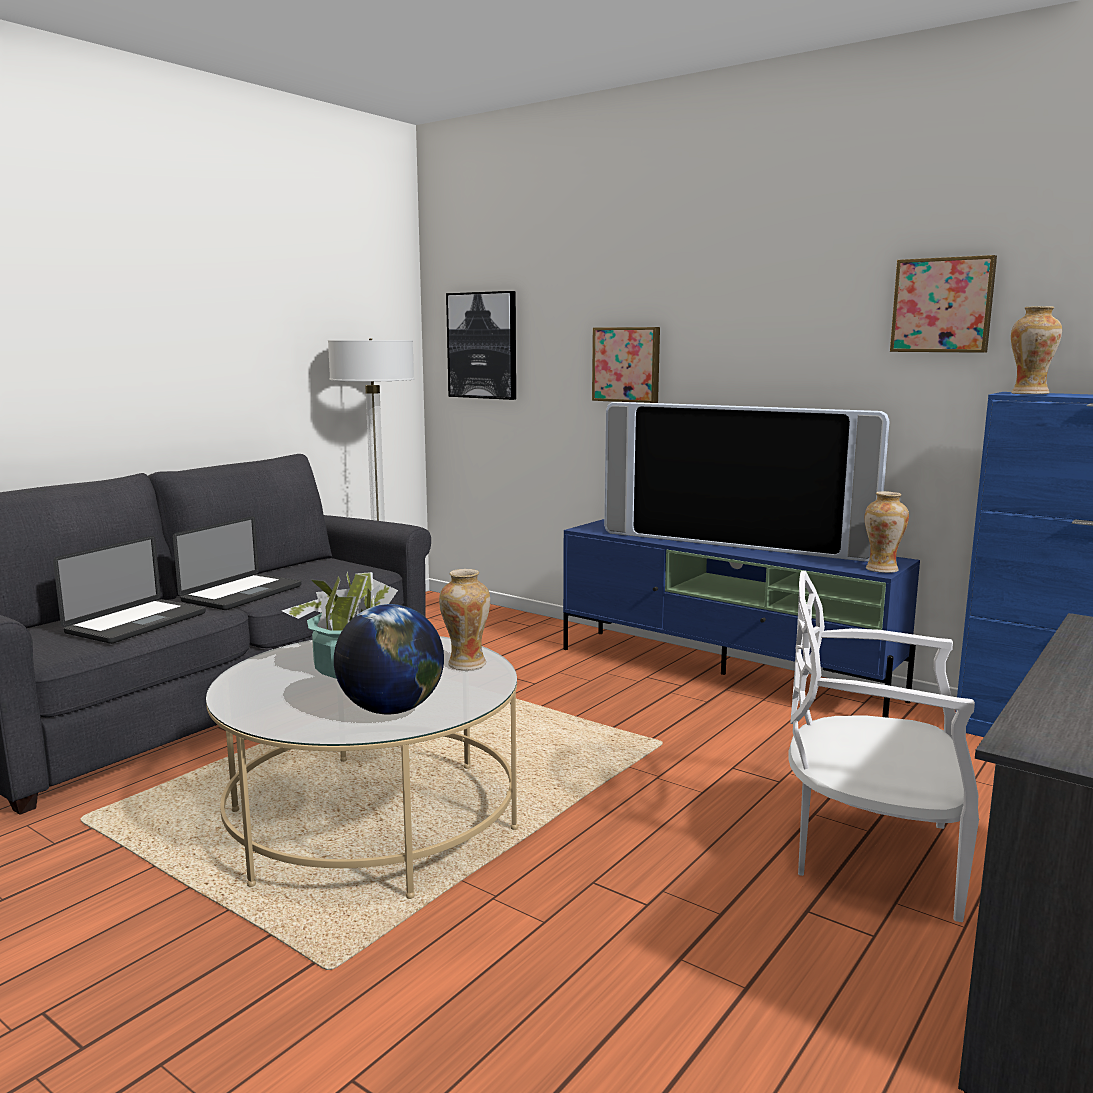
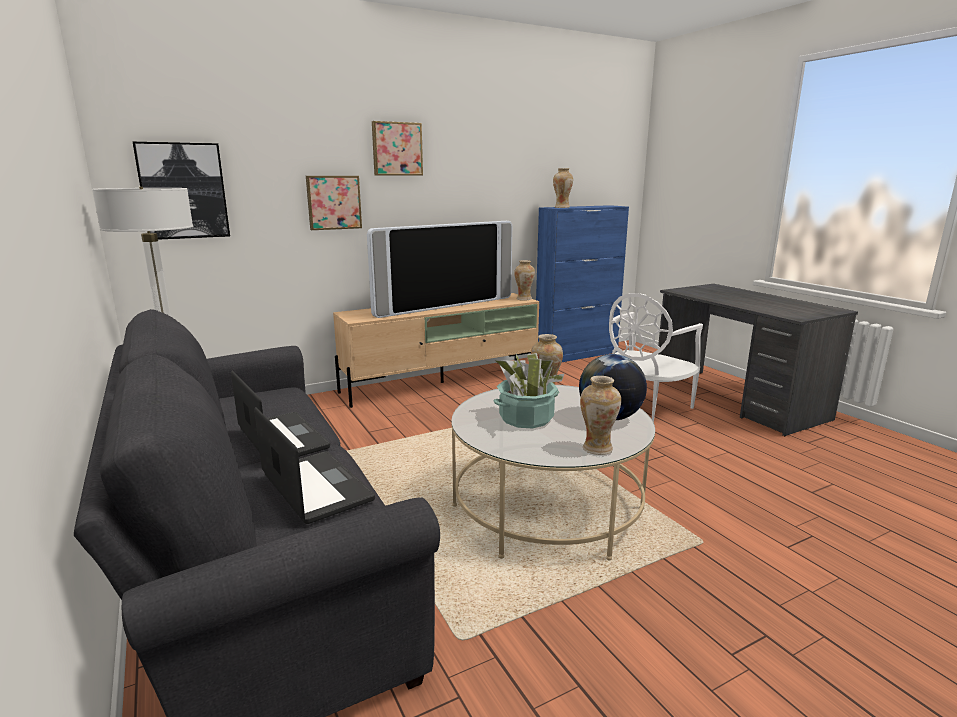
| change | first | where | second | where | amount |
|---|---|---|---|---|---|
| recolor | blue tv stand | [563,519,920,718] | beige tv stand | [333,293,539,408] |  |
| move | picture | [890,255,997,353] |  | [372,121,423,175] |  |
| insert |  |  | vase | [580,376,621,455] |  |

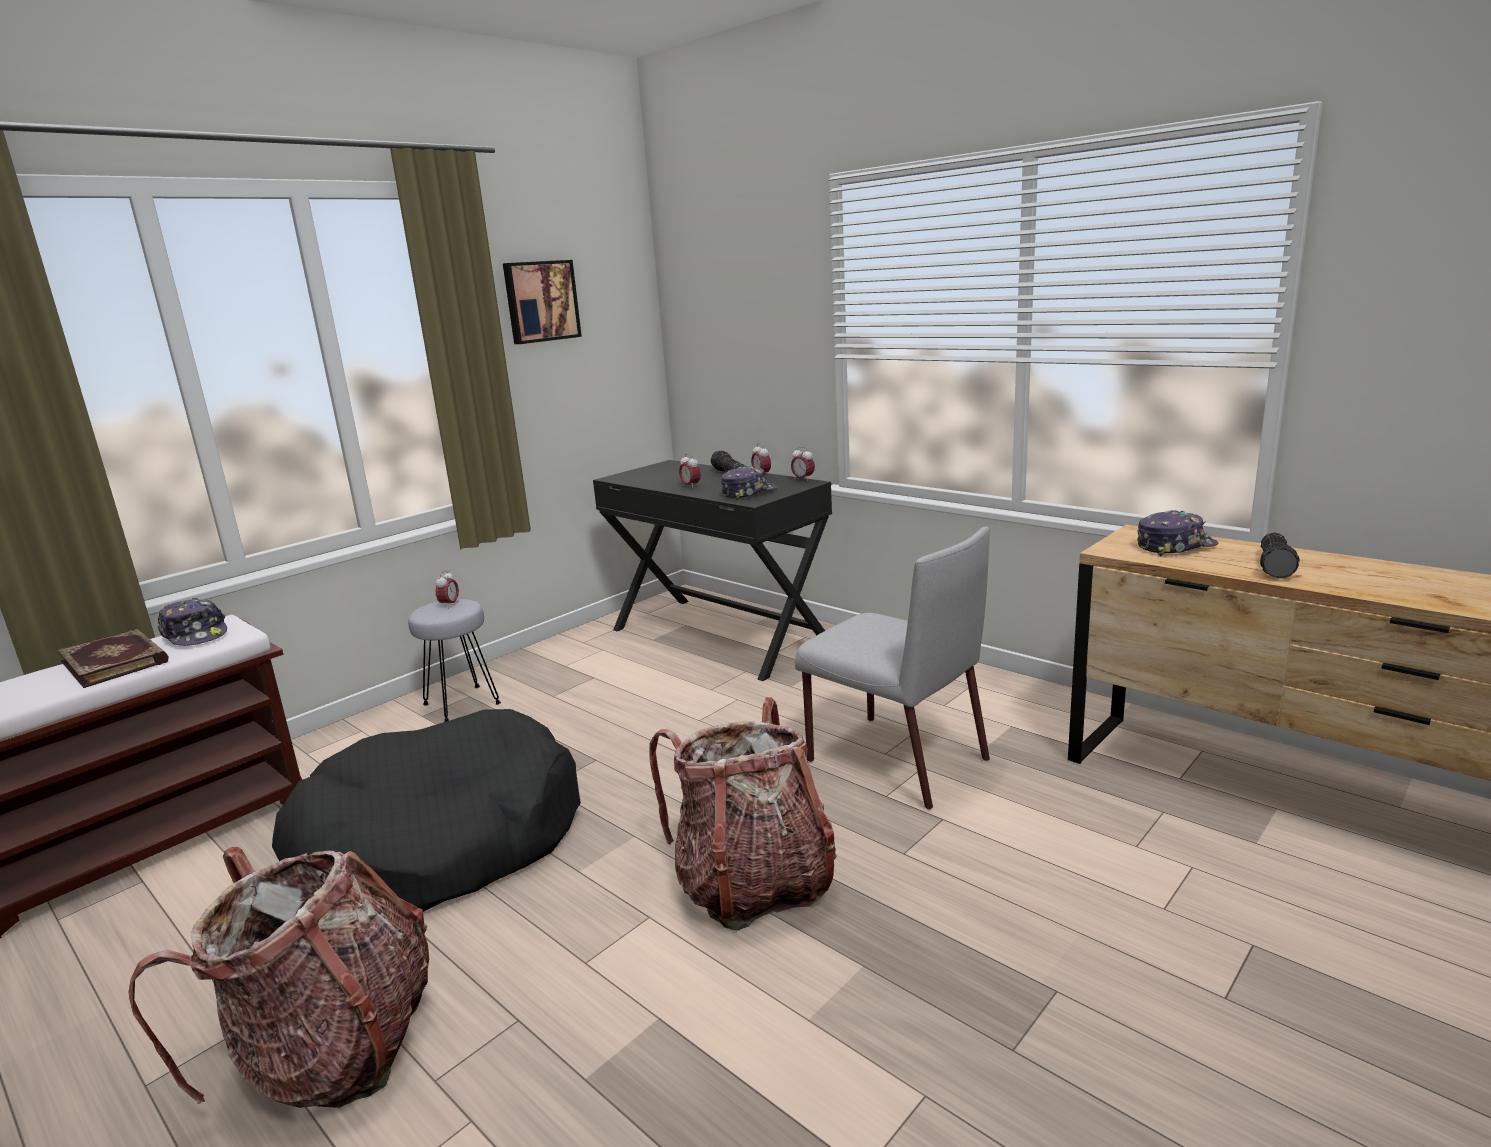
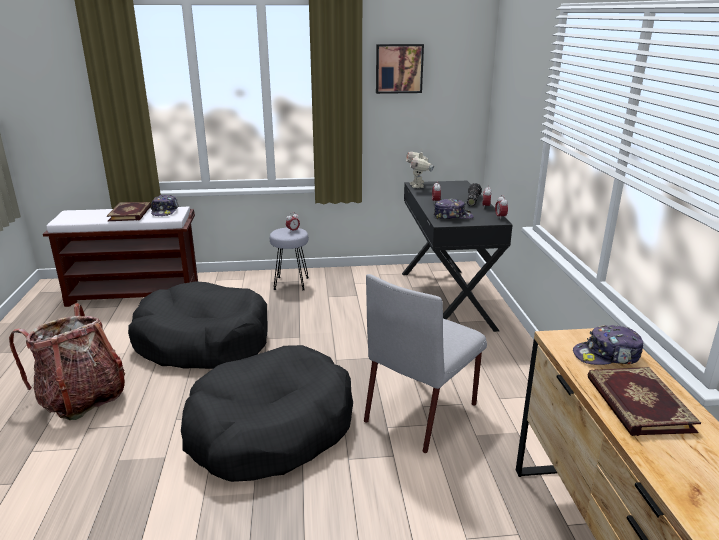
| change | first | where | second | where | amount |
|---|---|---|---|---|---|
| replace | backpack | [649,697,837,931] | black dog bed | [181,345,353,482] |  |
| rotate | grey chair | [795,527,990,810] |  | [364,274,487,453] | 45 degrees clockwise |
| insert |  |  | toy robot | [406,150,434,188] |  |
| rotate | cap | [1137,510,1218,556] |  | [573,325,643,365] | 150 degrees clockwise |
| replace | flashlight | [1260,533,1300,579] | book | [588,367,701,436] |  |

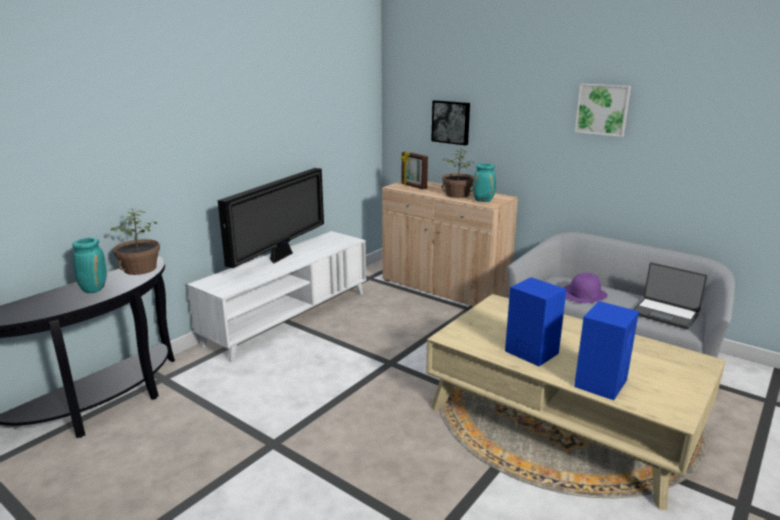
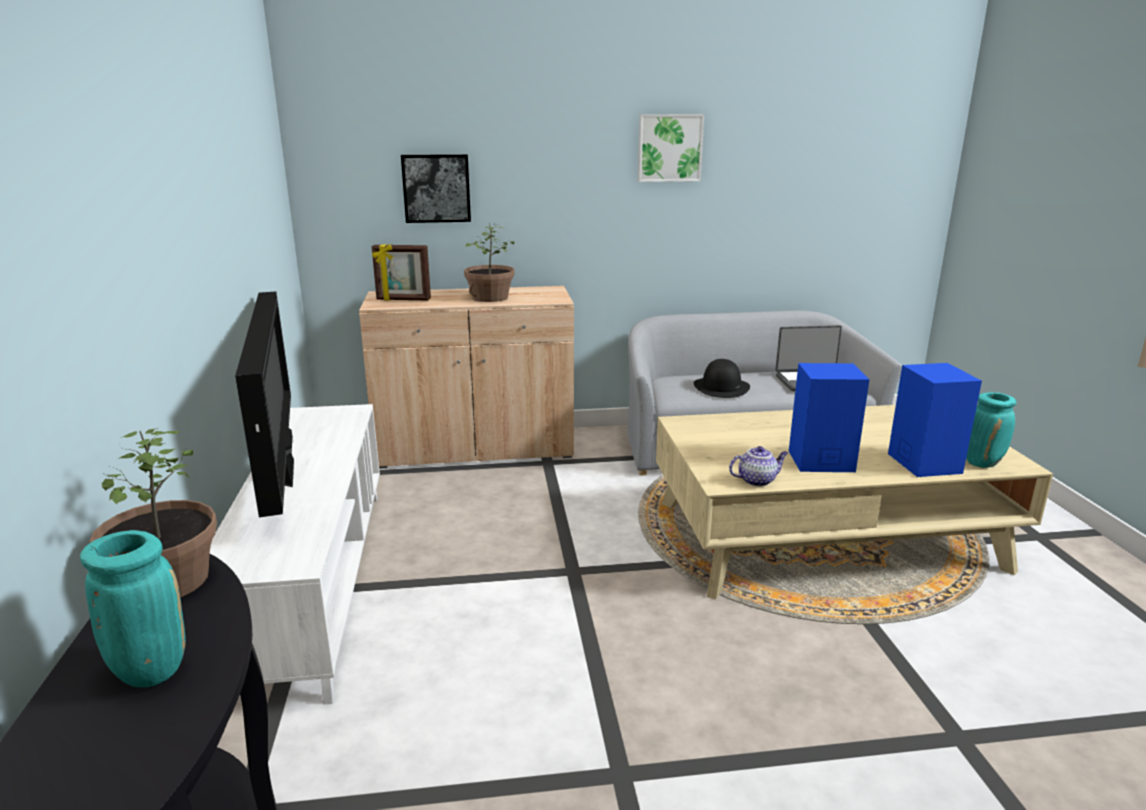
| change | first | where | second | where | amount |
|---|---|---|---|---|---|
| recolor | purple hat | [564,273,608,303] | black hat | [694,359,750,398] |  |
| insert |  |  | teapot | [729,446,788,487] |  |
| move | turquoise vase | [473,163,496,202] |  | [966,392,1016,468] |  |

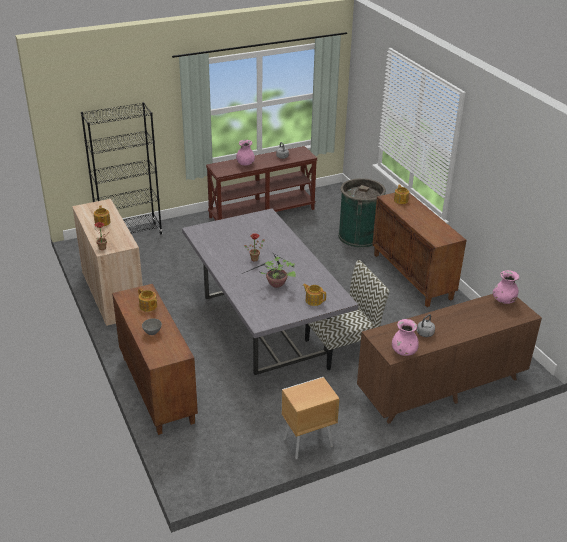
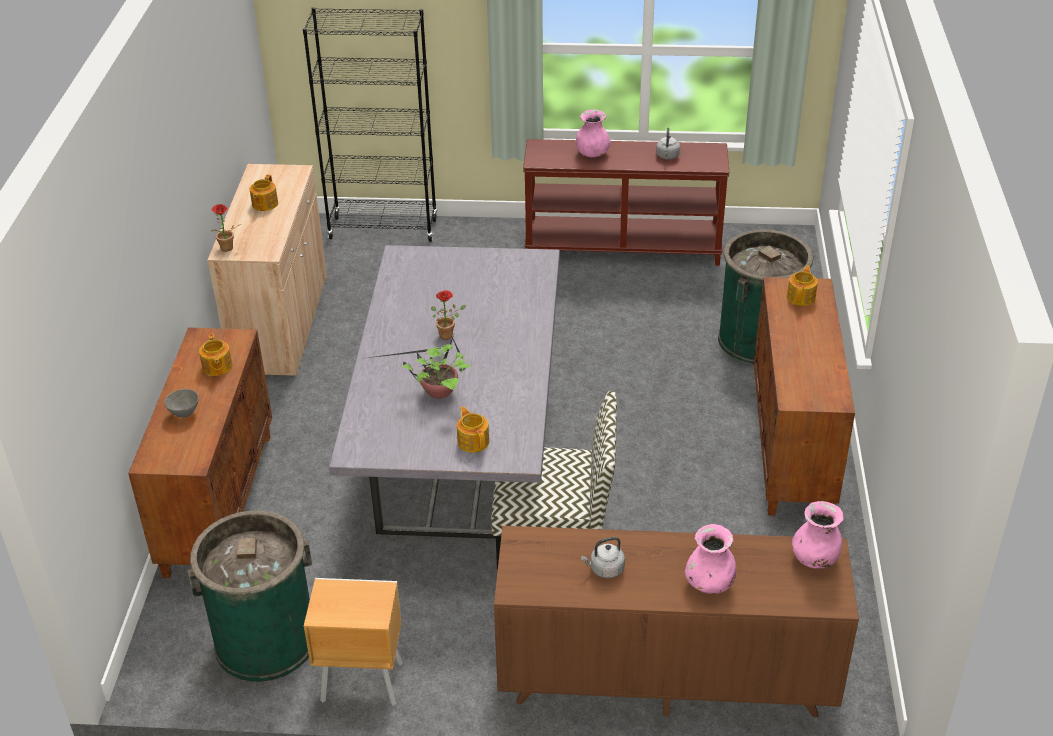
| change | first | where | second | where | amount |
|---|---|---|---|---|---|
| insert |  |  | green trash can | [187,510,312,682] |  |
| move | pink vase | [392,319,419,356] |  | [685,524,736,594] |  |

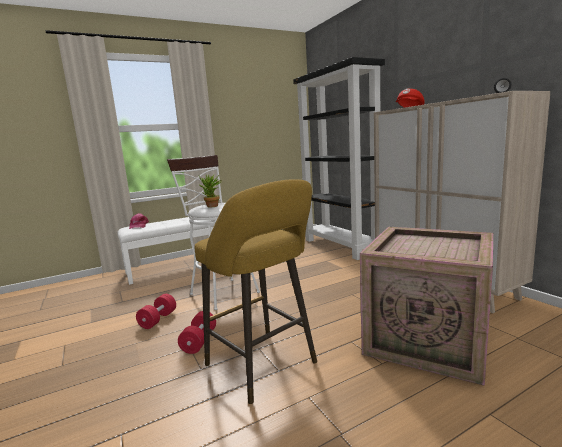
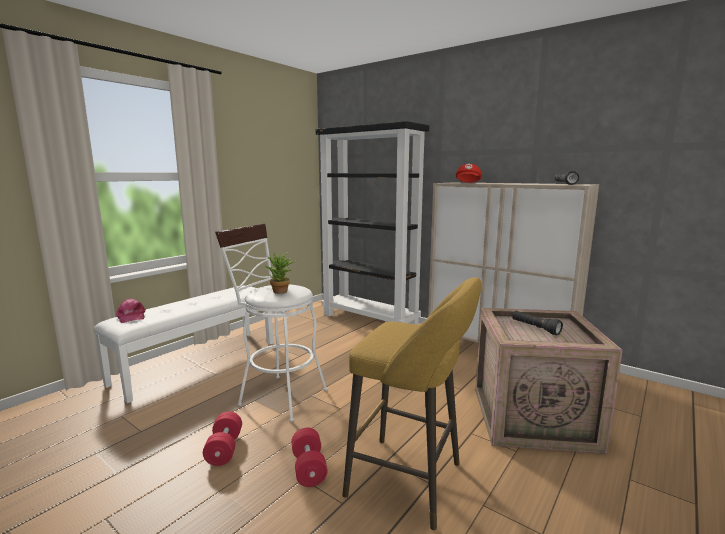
| change | first | where | second | where | amount |
|---|---|---|---|---|---|
| insert |  |  | black flashlight | [512,311,563,335] |  |

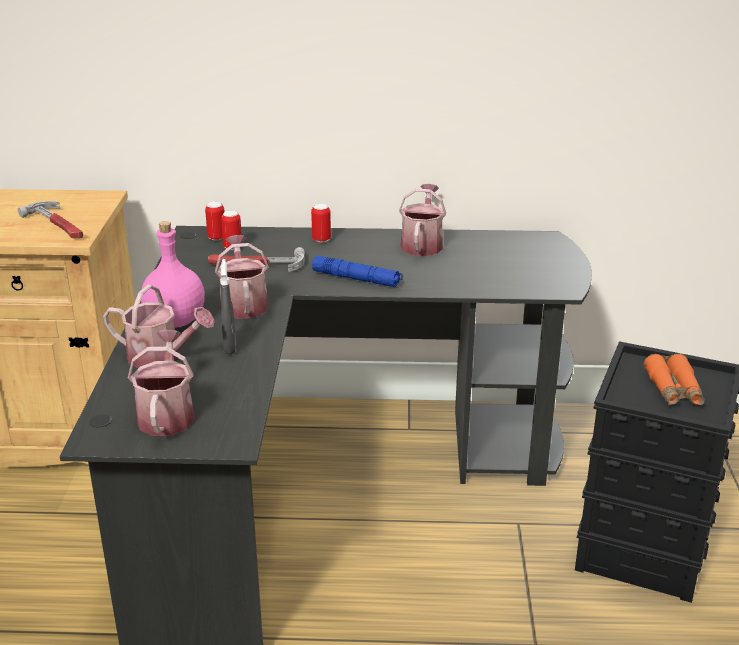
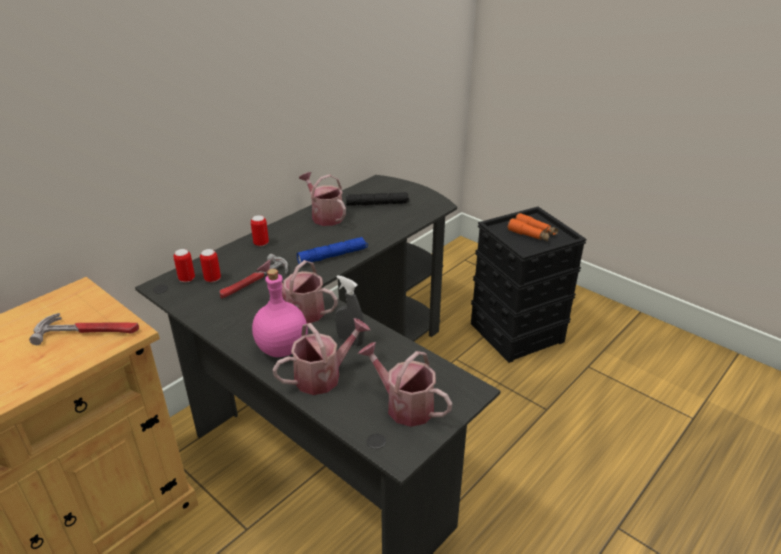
| change | first | where | second | where | amount |
|---|---|---|---|---|---|
| insert |  |  | black flashlight | [346,192,409,206] |  |

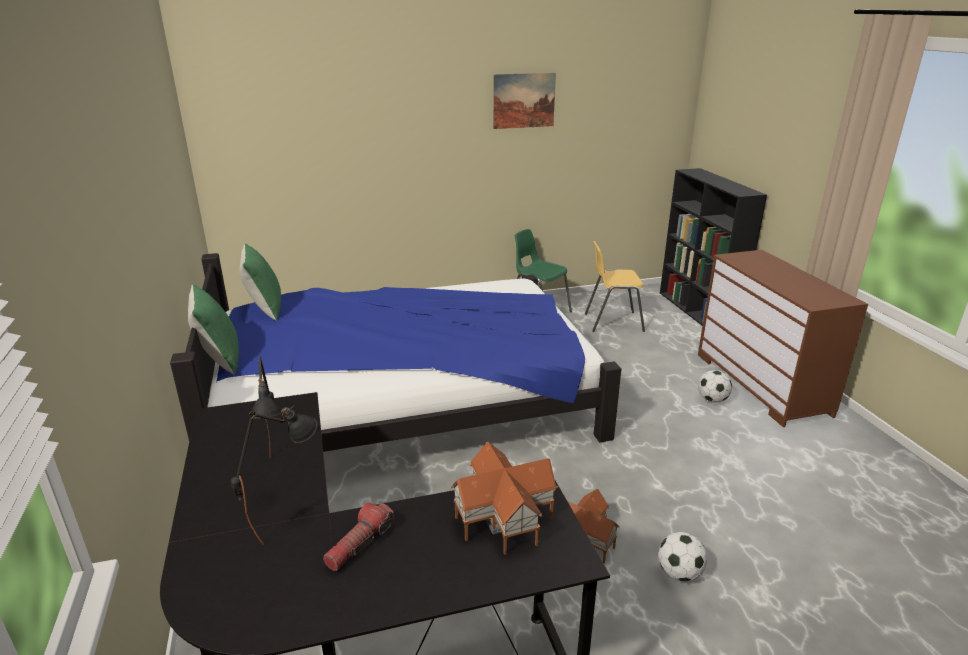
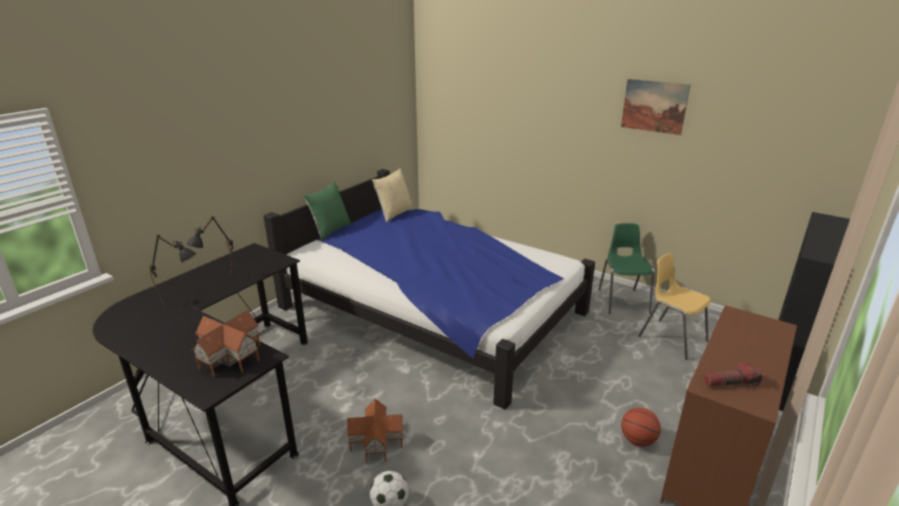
| change | first | where | second | where | amount |
|---|---|---|---|---|---|
| recolor | green pillow | [240,243,281,321] | beige pillow | [372,168,413,222] |  |
| replace | football | [698,370,732,403] | basketball | [621,407,661,447] |  |
| move | flashlight | [323,503,394,571] |  | [704,362,763,386] |  |

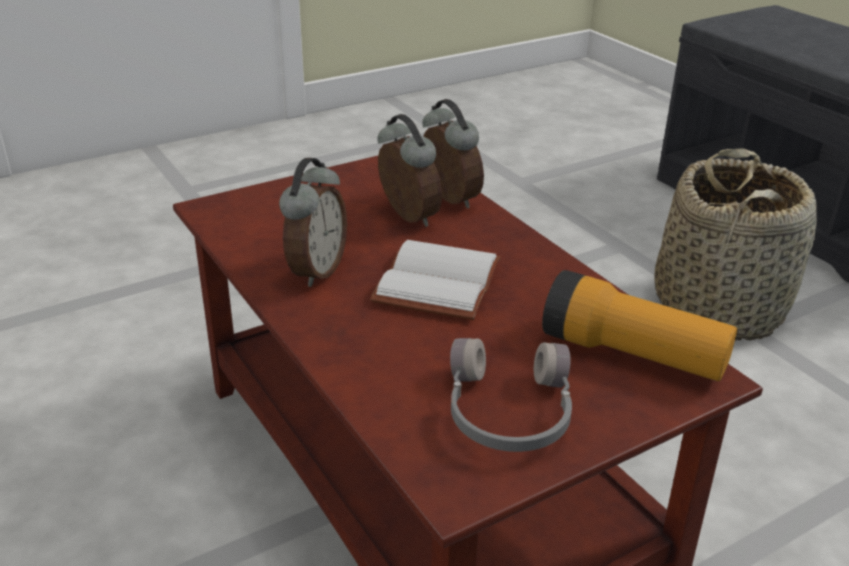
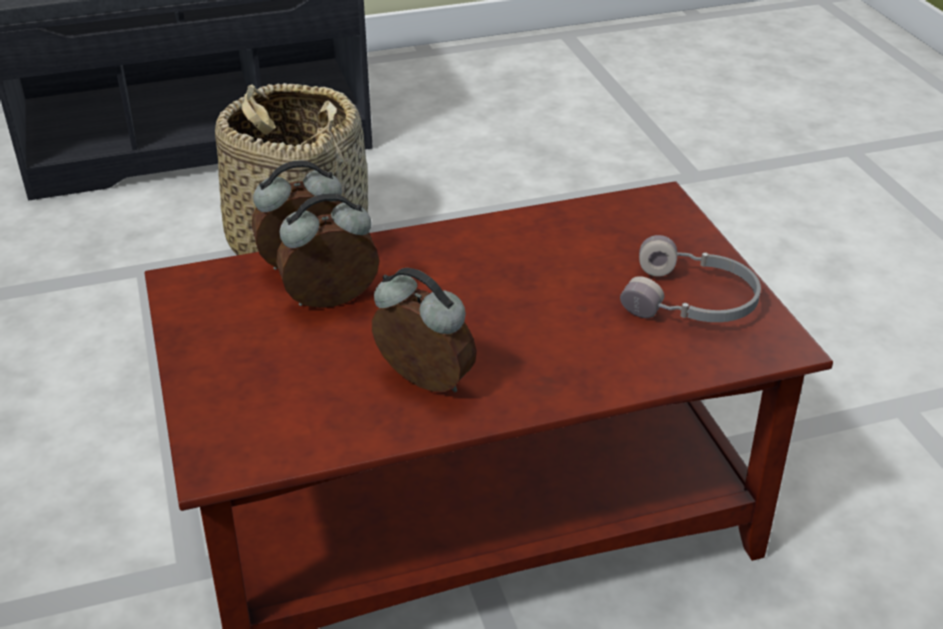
| change | first | where | second | where | amount |
|---|---|---|---|---|---|
| delete | white book | [370,240,501,320] |  |  |  |
| delete | flashlight | [542,270,737,381] |  |  |  |

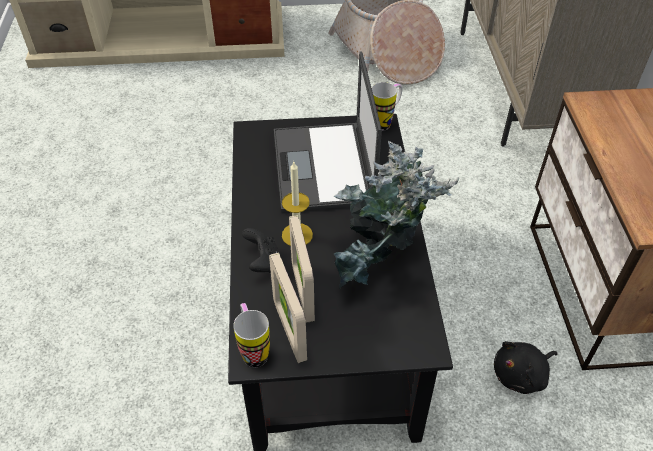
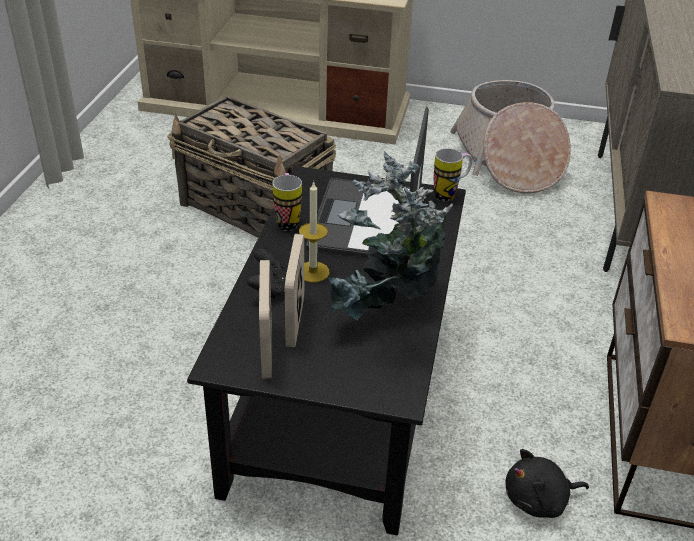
| change | first | where | second | where | amount |
|---|---|---|---|---|---|
| insert |  |  | basket | [167,96,336,238] |  |
| move | mug | [233,303,270,367] |  | [272,173,302,231] |  |

